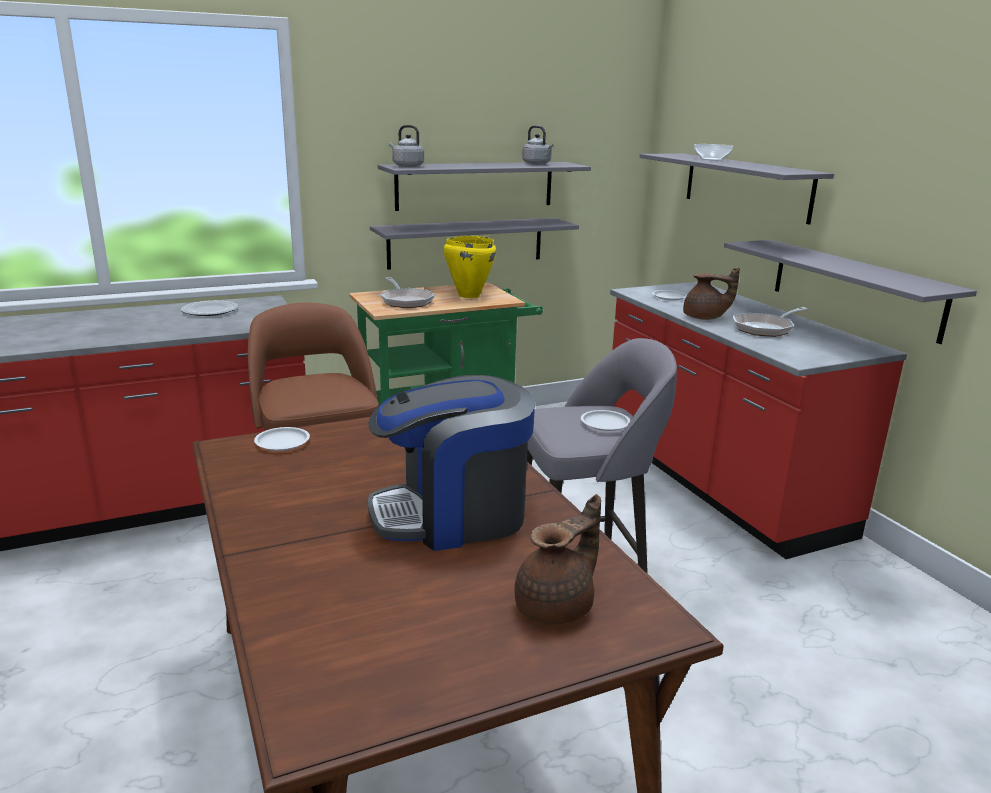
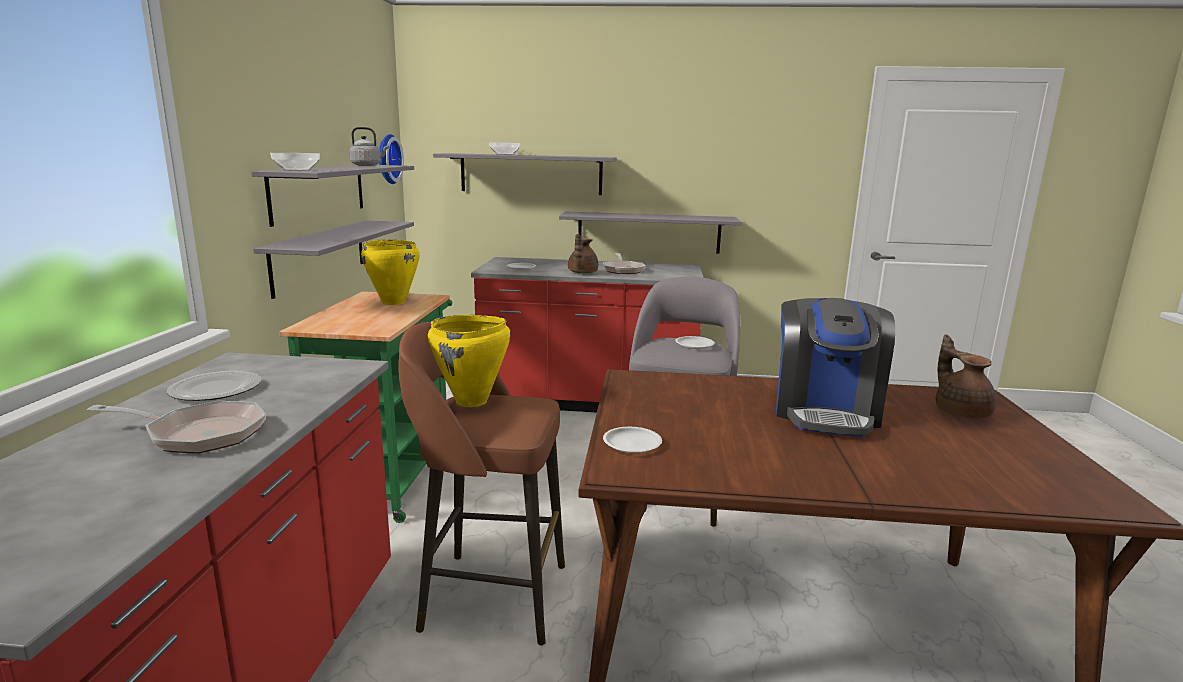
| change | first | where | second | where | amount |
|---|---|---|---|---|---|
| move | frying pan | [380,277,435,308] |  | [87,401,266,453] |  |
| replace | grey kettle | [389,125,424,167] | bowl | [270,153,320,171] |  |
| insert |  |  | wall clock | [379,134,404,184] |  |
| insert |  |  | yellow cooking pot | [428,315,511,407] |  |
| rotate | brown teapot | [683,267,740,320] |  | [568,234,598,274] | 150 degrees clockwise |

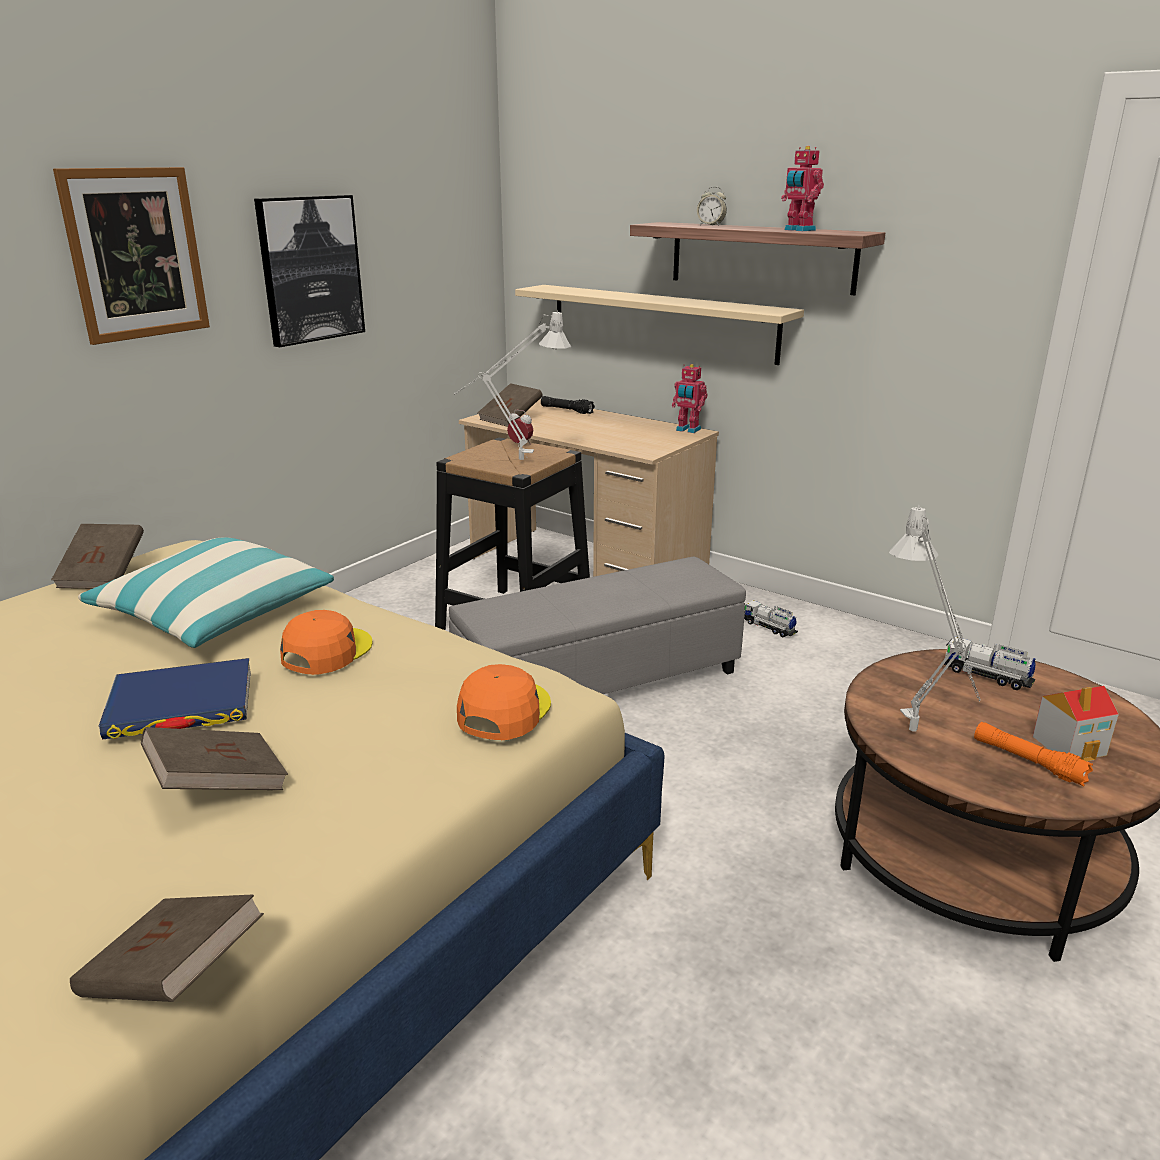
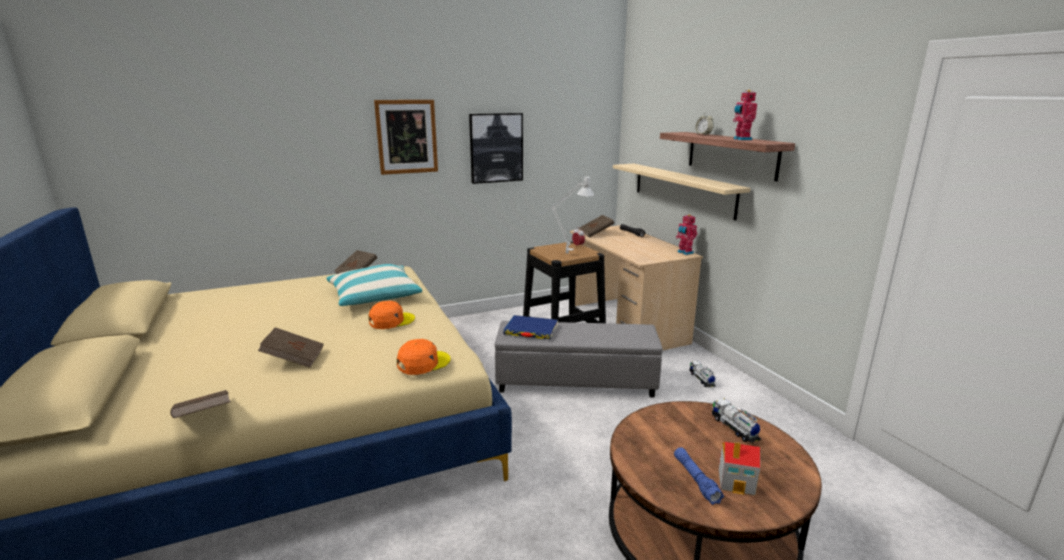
| change | first | where | second | where | amount |
|---|---|---|---|---|---|
| move | blue book | [99,658,251,740] |  | [503,315,558,339] |  |
| recolor | orange flashlight | [974,722,1093,786] | blue flashlight | [674,447,724,505] |  |
| delete | grey table lamp | [889,505,981,732] |  |  |  |

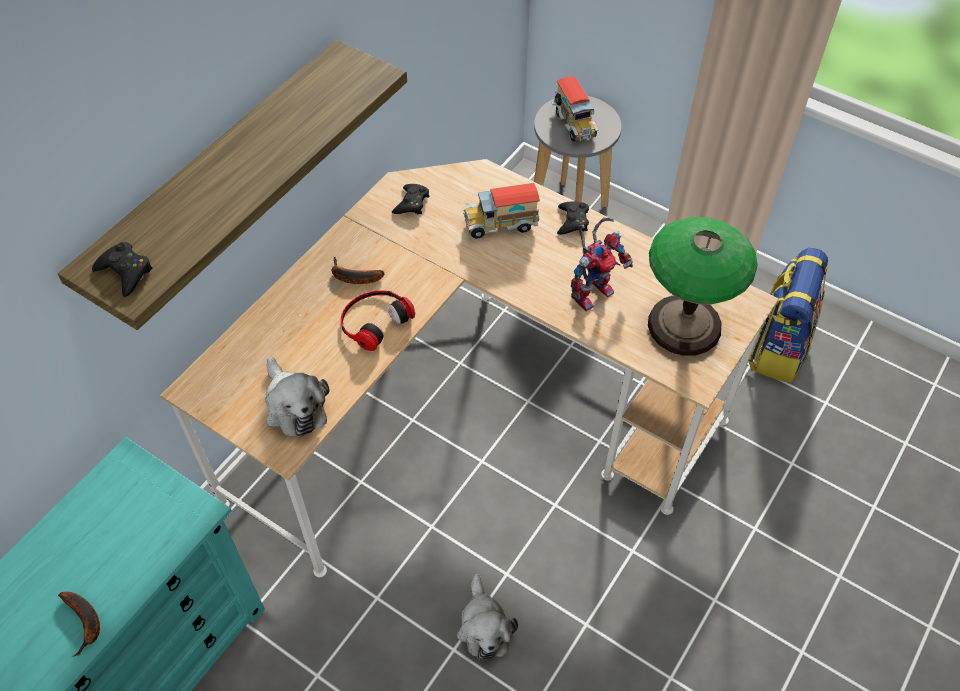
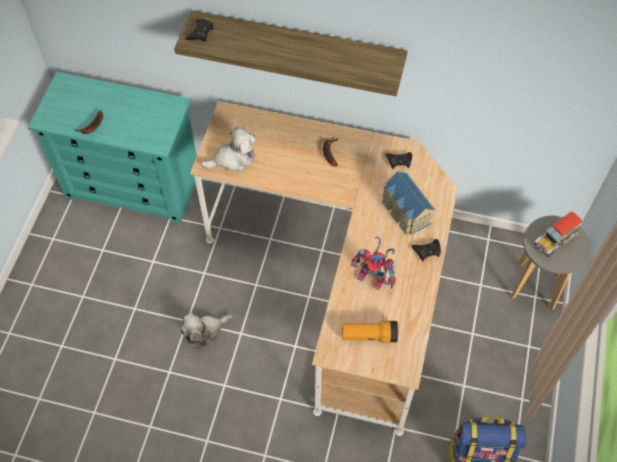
| change | first | where | second | where | amount |
|---|---|---|---|---|---|
| rotate | plush toy | [265,357,329,438] |  | [201,126,256,172] | 150 degrees counterclockwise |
| replace | table lamp | [648,217,758,356] | flashlight | [342,321,398,342] |  |
| replace | toy truck | [462,183,540,239] | toy house | [382,171,435,234] |  |
| delete | headphones | [341,290,415,351] |  |  |  |

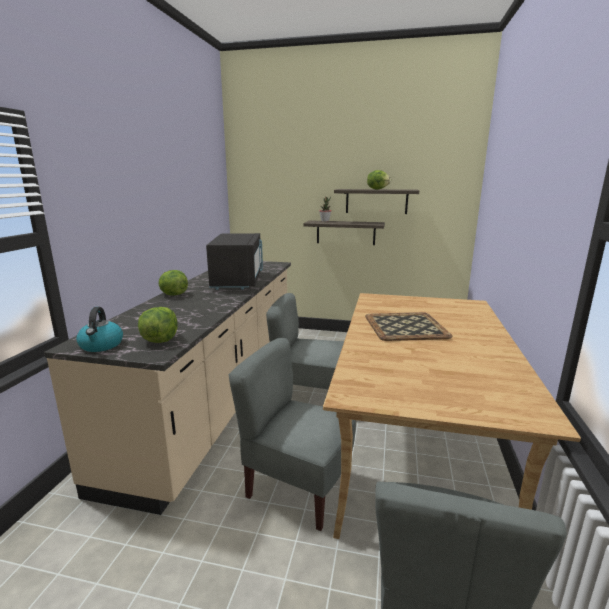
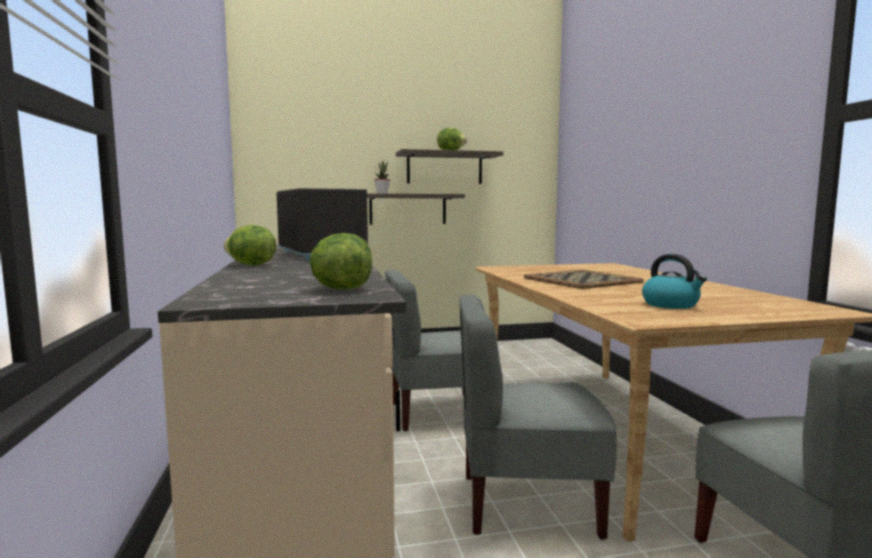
| change | first | where | second | where | amount |
|---|---|---|---|---|---|
| move | kettle | [76,307,123,352] |  | [642,254,707,309] |  |

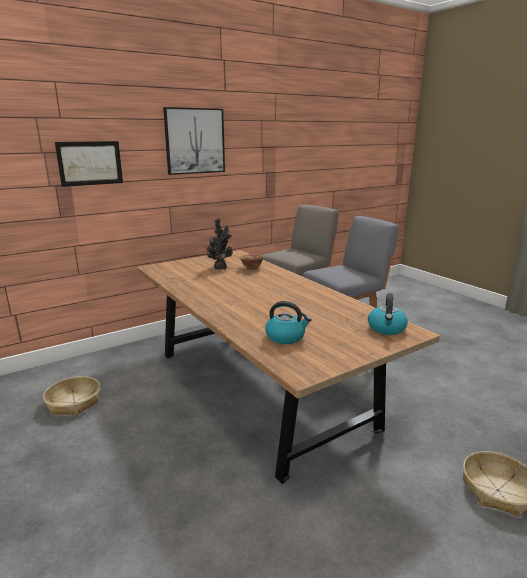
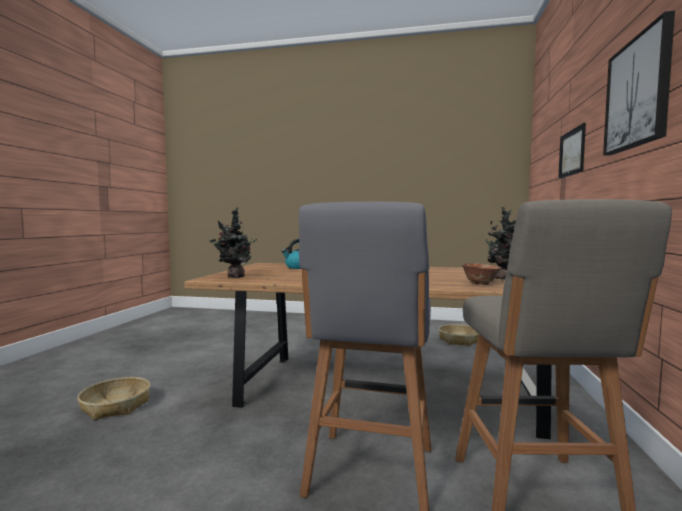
| change | first | where | second | where | amount |
|---|---|---|---|---|---|
| replace | kettle | [368,293,408,335] | potted plant | [210,207,257,278] |  |

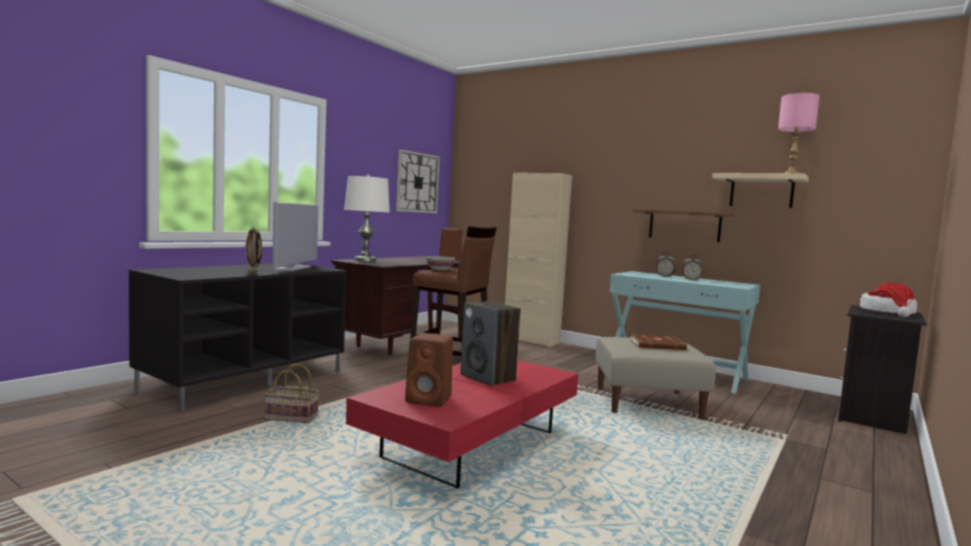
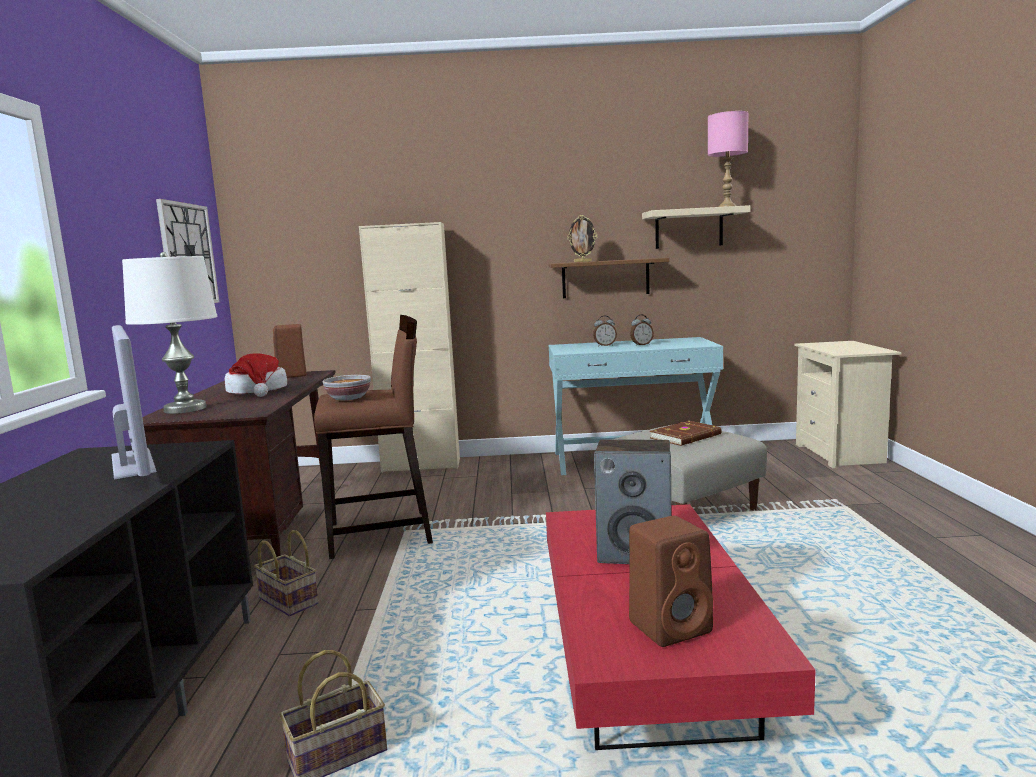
| change | first | where | second | where | amount |
|---|---|---|---|---|---|
| move | hat | [860,282,917,317] |  | [225,353,287,397] |  |
| insert |  |  | basket | [254,530,319,617] |  |
| move | picture frame | [245,226,262,274] |  | [567,215,597,262] |  |
| recolor | black nightstand | [838,305,927,434] | beige nightstand | [794,341,902,468] |  |

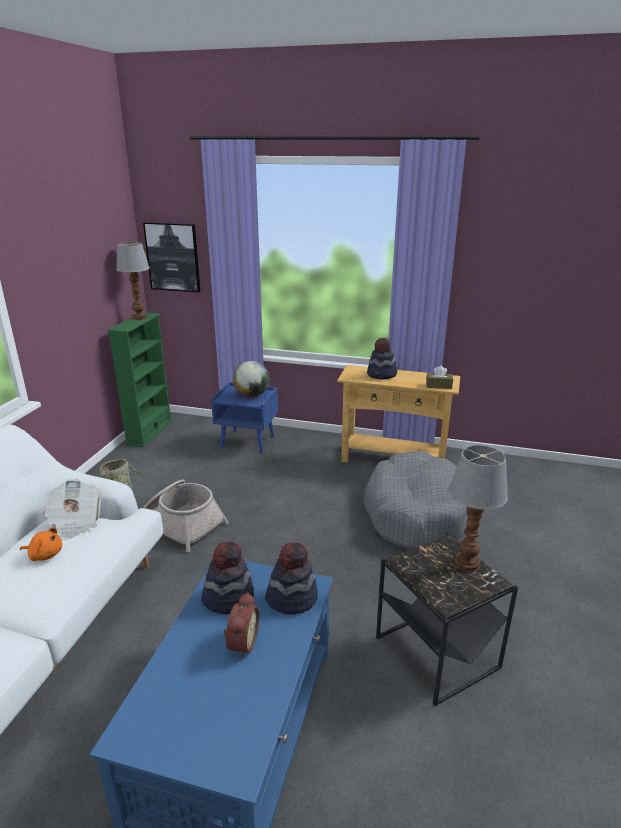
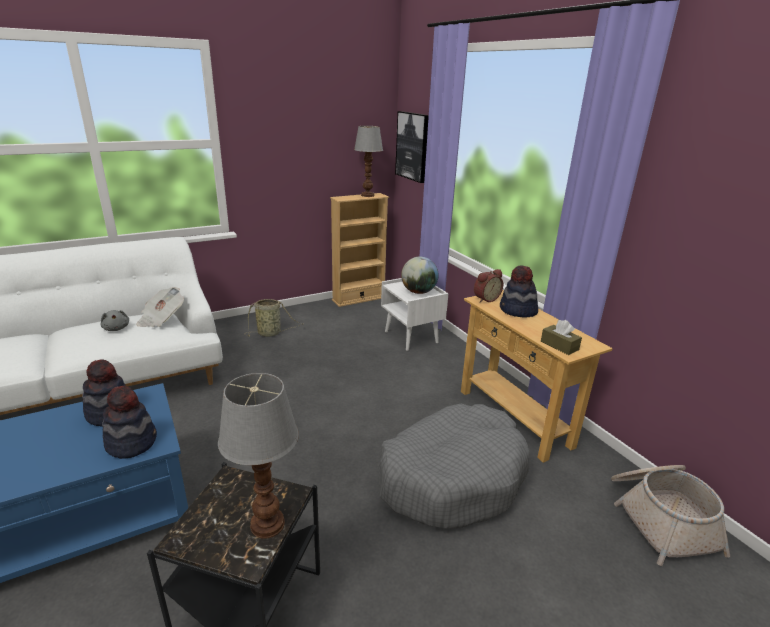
| change | first | where | second | where | amount |
|---|---|---|---|---|---|
| recolor | orange plush toy | [20,527,62,561] | grey plush toy | [100,310,129,331] |  |
| recolor | green bookcase | [108,312,173,447] | beige bookcase | [330,193,389,307] |  |
| recolor | blue nightstand | [211,382,278,454] | white nightstand | [381,278,449,351] |  |
| move | alarm clock | [224,592,259,659] |  | [474,269,503,302] |  |
| move | basket | [143,480,229,552] |  | [611,465,730,566] |  |

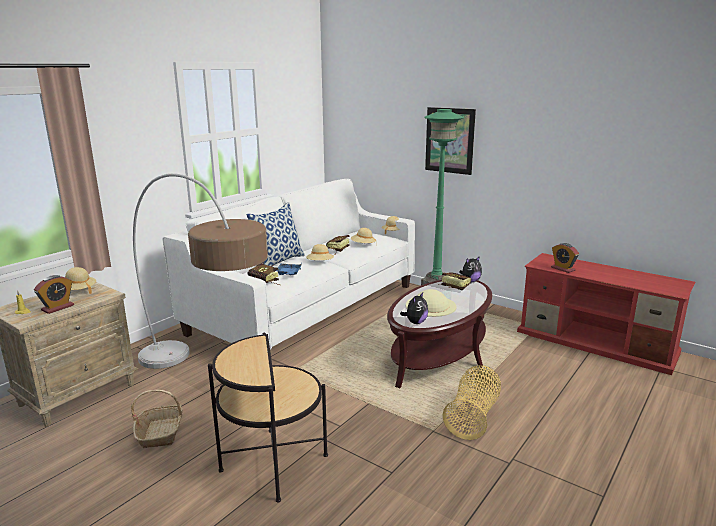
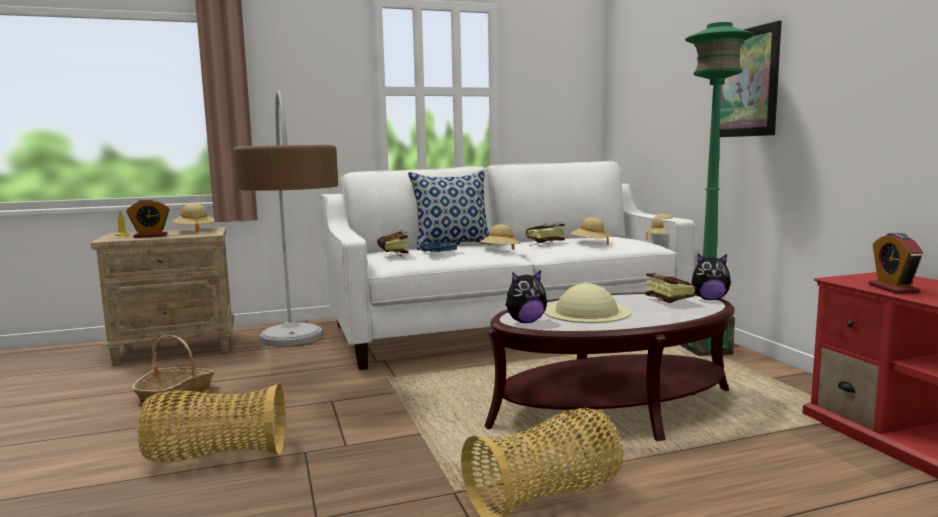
| change | first | where | second | where | amount |
|---|---|---|---|---|---|
| replace | side table | [208,333,328,502] | basket | [138,383,285,462] |  |

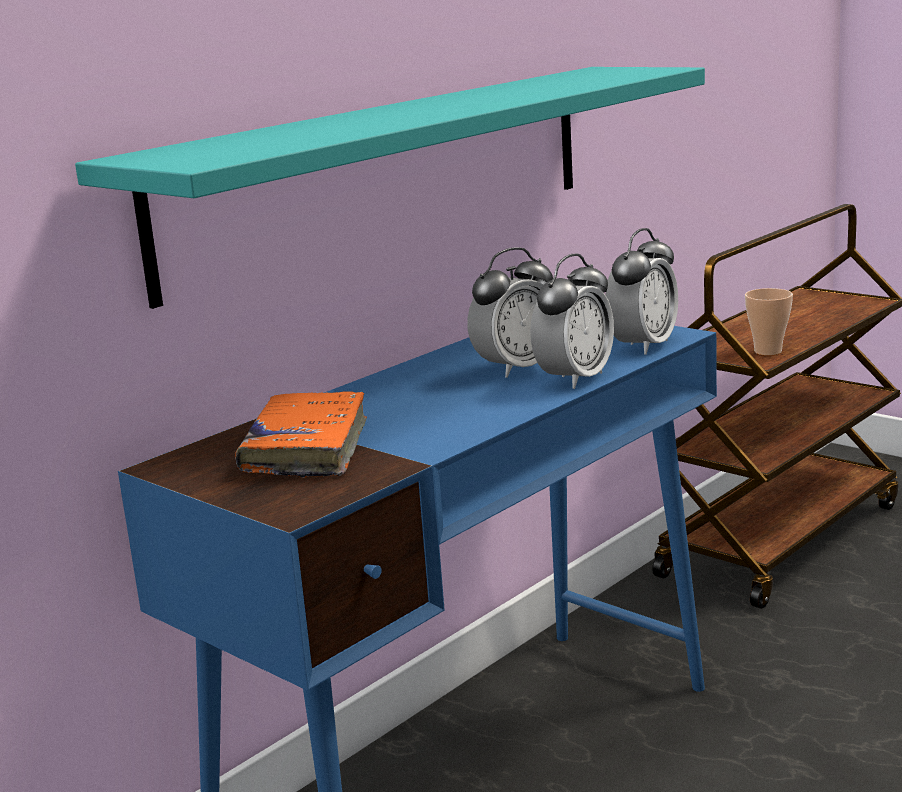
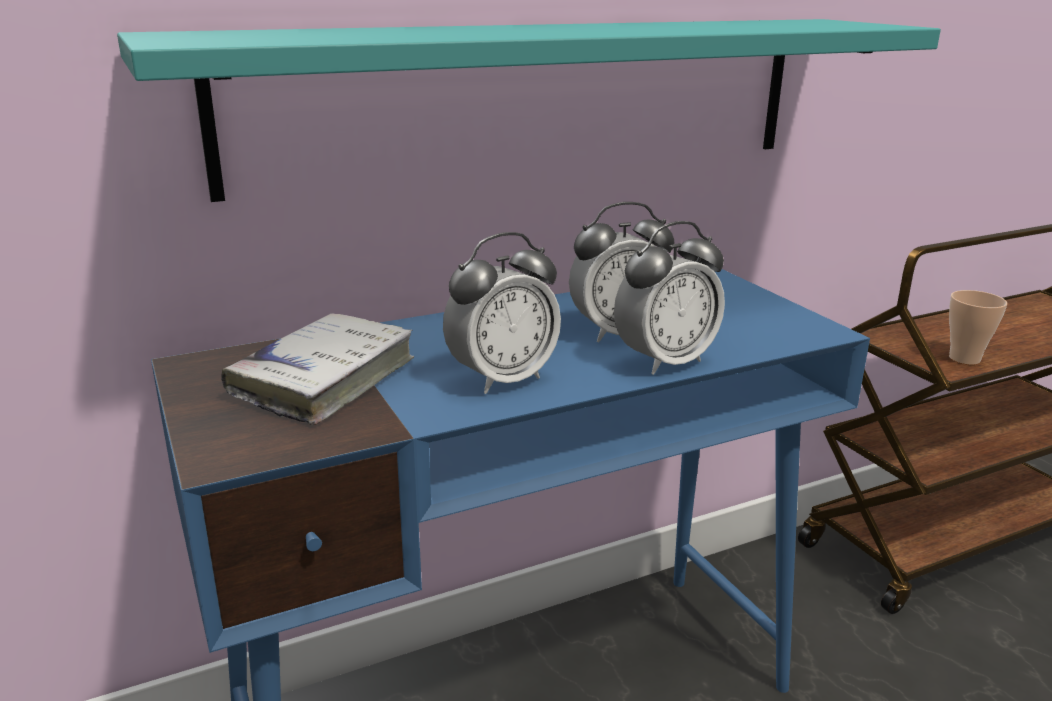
| change | first | where | second | where | amount |
|---|---|---|---|---|---|
| recolor | orange book | [235,391,367,478] | white book | [221,313,415,425] |  |
| move | alarm clock | [606,228,678,355] |  | [443,232,561,394] |  |

